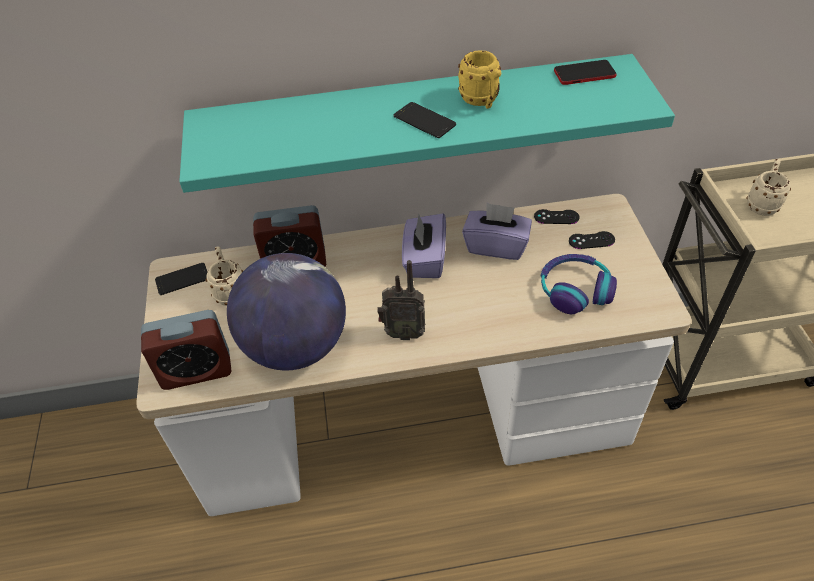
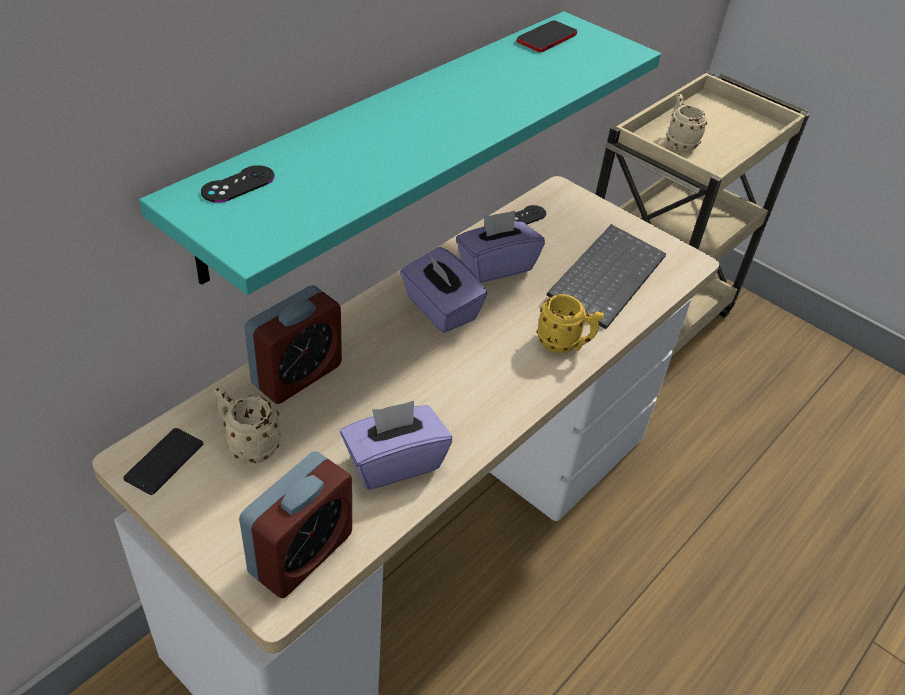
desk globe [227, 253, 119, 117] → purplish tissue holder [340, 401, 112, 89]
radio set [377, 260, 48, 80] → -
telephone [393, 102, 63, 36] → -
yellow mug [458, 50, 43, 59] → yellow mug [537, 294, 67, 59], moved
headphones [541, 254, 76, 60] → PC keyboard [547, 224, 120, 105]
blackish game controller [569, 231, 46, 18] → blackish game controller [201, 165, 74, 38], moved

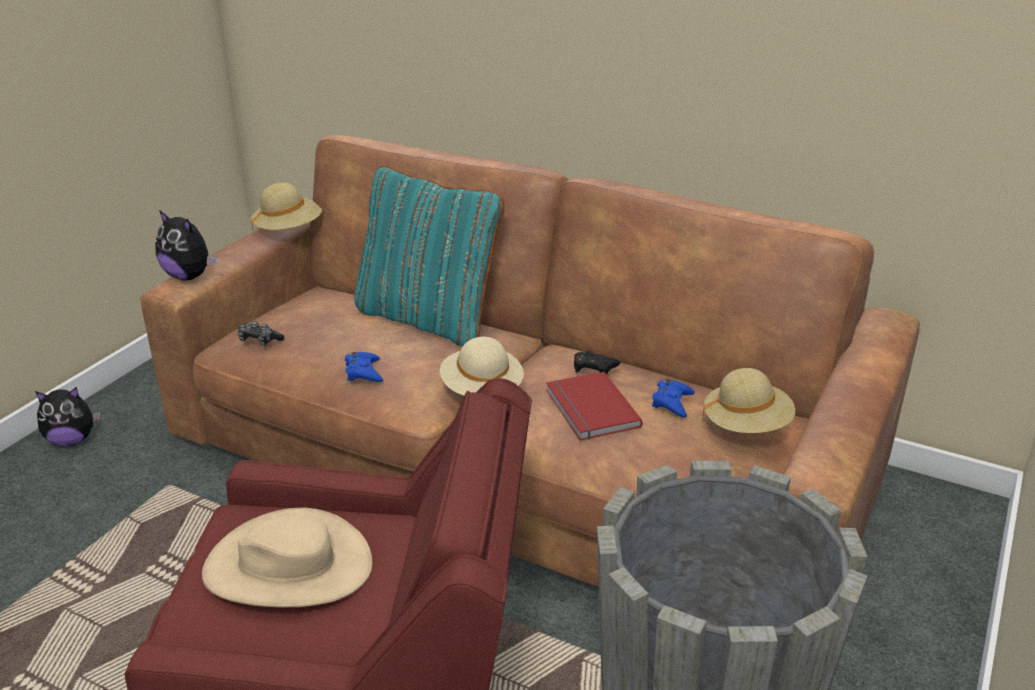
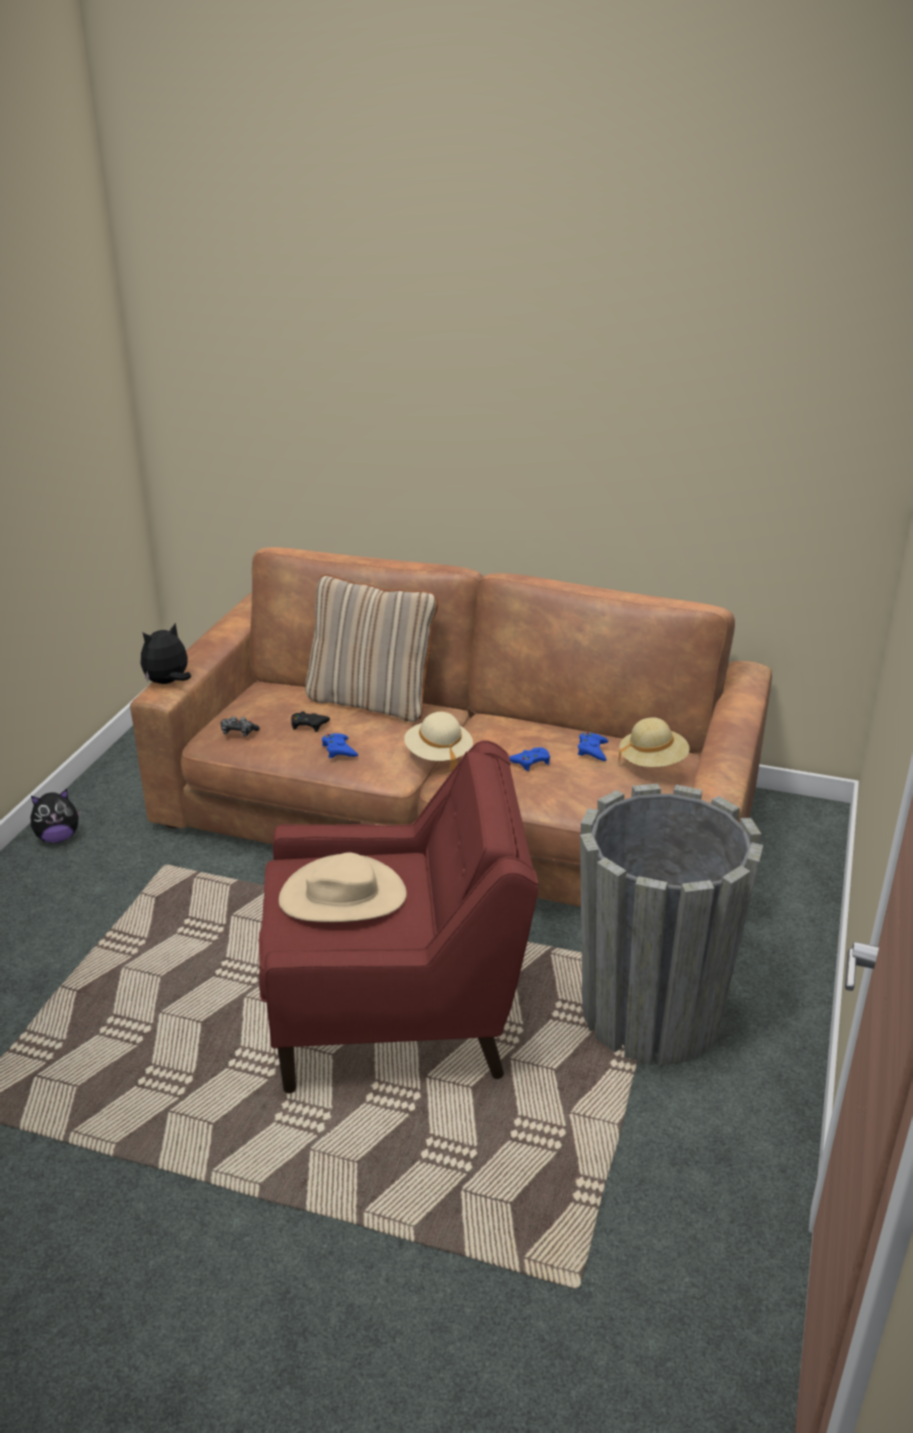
cuddly toy [155, 210, 63, 71] → cuddly toy [141, 623, 50, 61], 120 degrees clockwise
beige hat [251, 182, 71, 52] → -
turquoise-coloured throw pillow [354, 166, 151, 181] → beige throw pillow [306, 574, 132, 148]
red volume [546, 372, 97, 68] → blue game controller [509, 747, 41, 24]
blackish game controller [574, 351, 47, 23] → blackish game controller [291, 711, 39, 21], moved

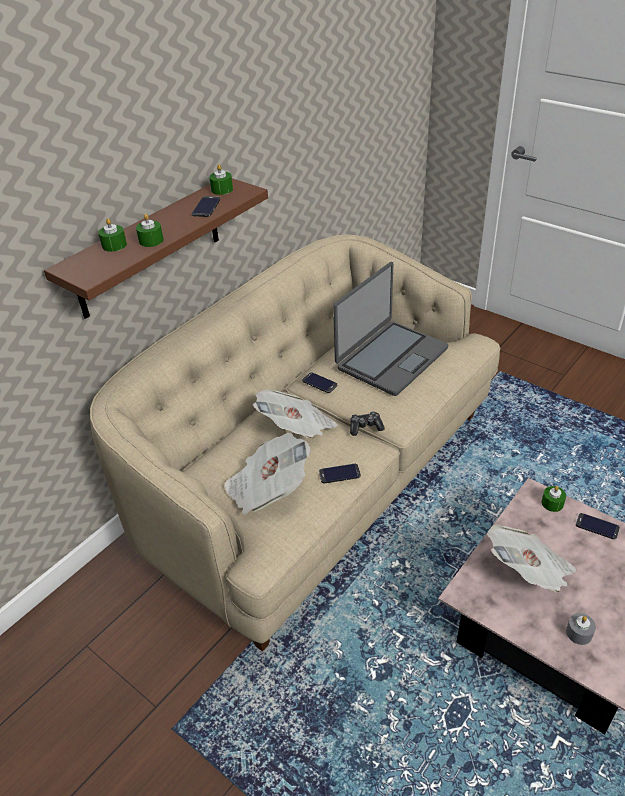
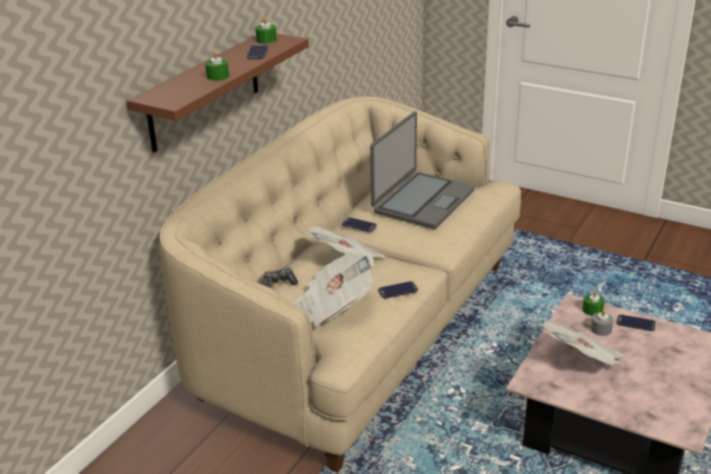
green-coloured wax candle [98, 218, 29, 34] → -
game controller [350, 411, 35, 25] → game controller [263, 268, 35, 20], moved
grey wax candle [566, 613, 30, 32] → grey wax candle [591, 309, 22, 27], moved

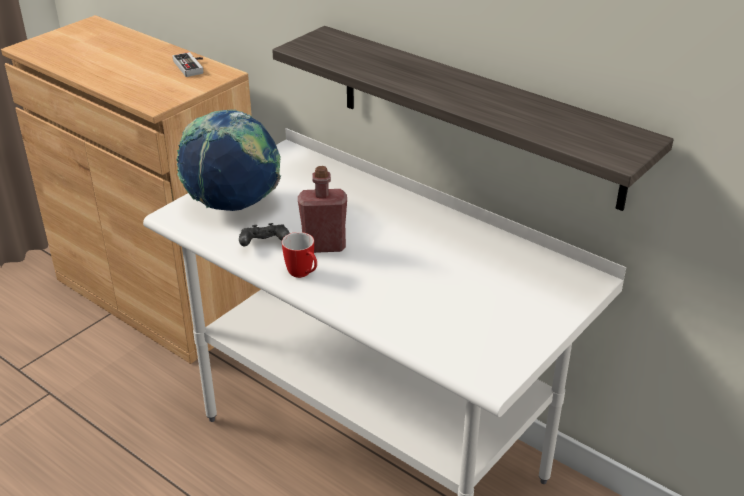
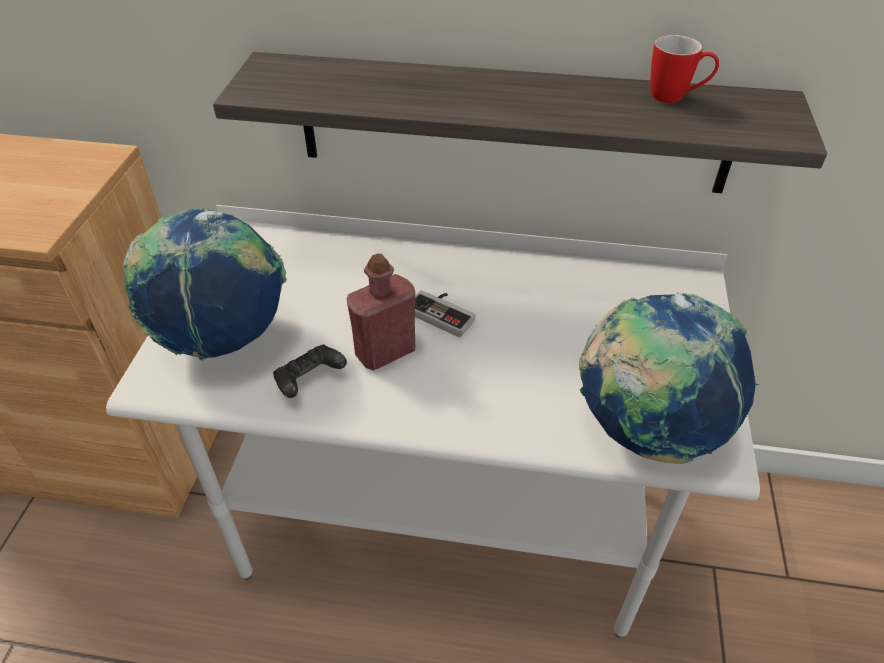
game controller [172, 52, 31, 25] → game controller [415, 290, 60, 47], moved
mug [282, 232, 35, 46] → mug [650, 35, 69, 68], moved
- → desk globe [579, 292, 181, 172]

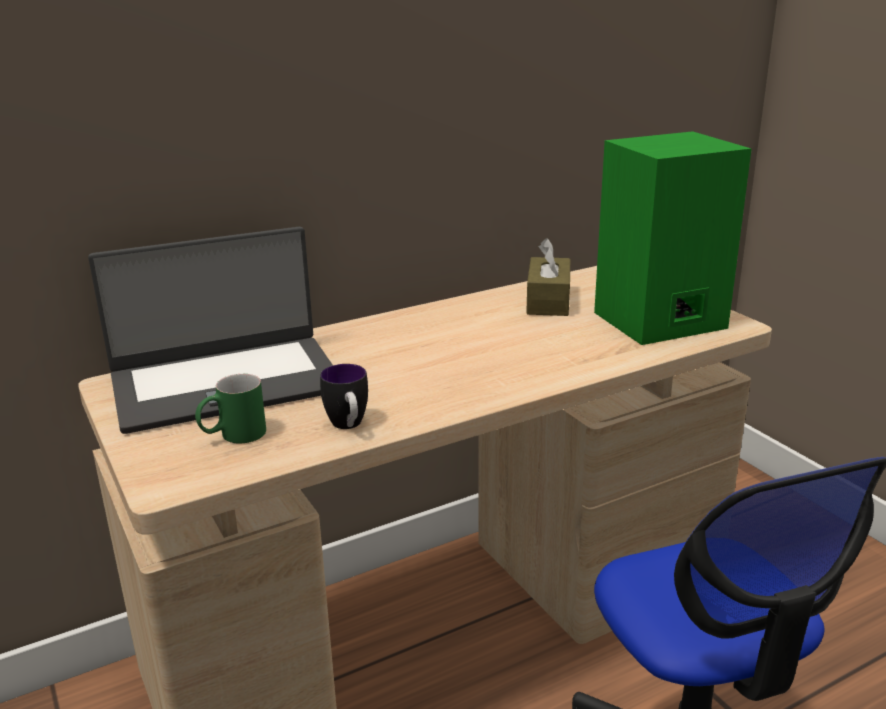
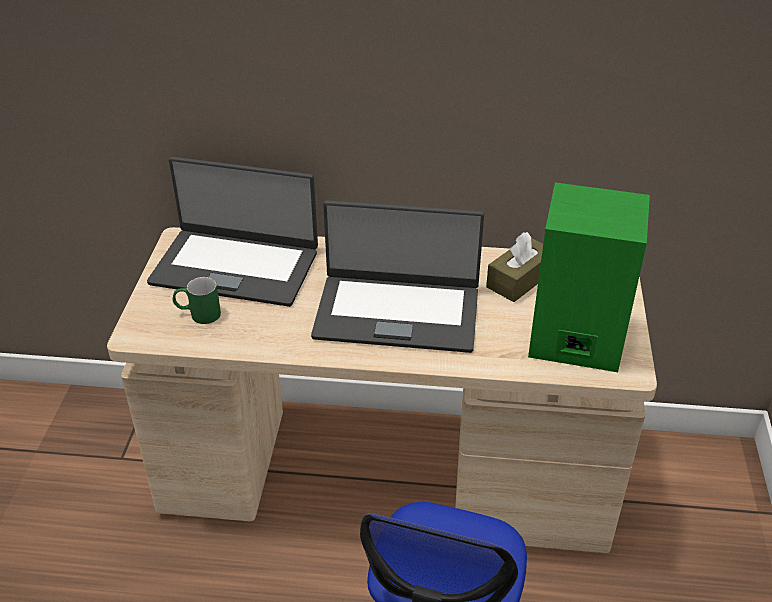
mug [320, 364, 48, 65] → -
- → notebook computer [311, 200, 173, 153]

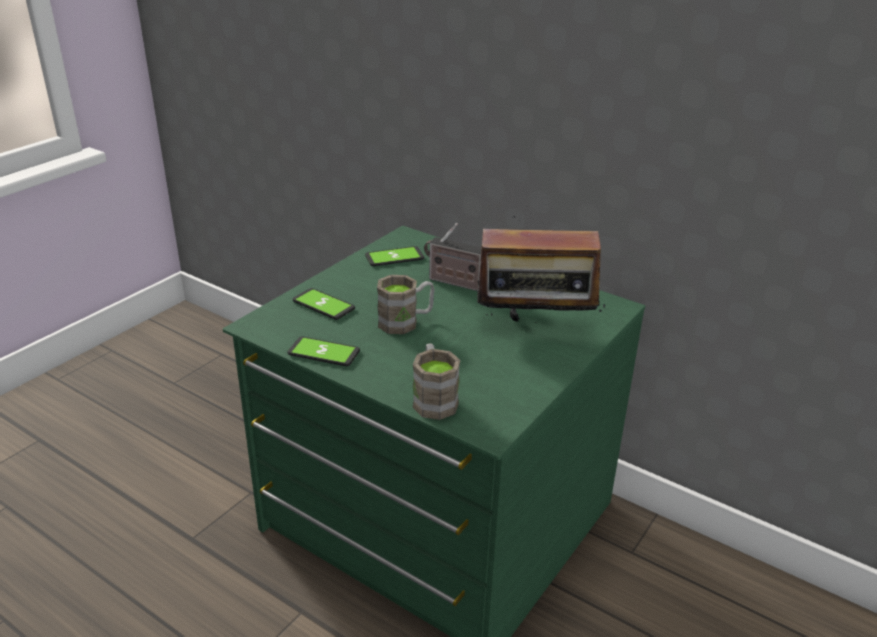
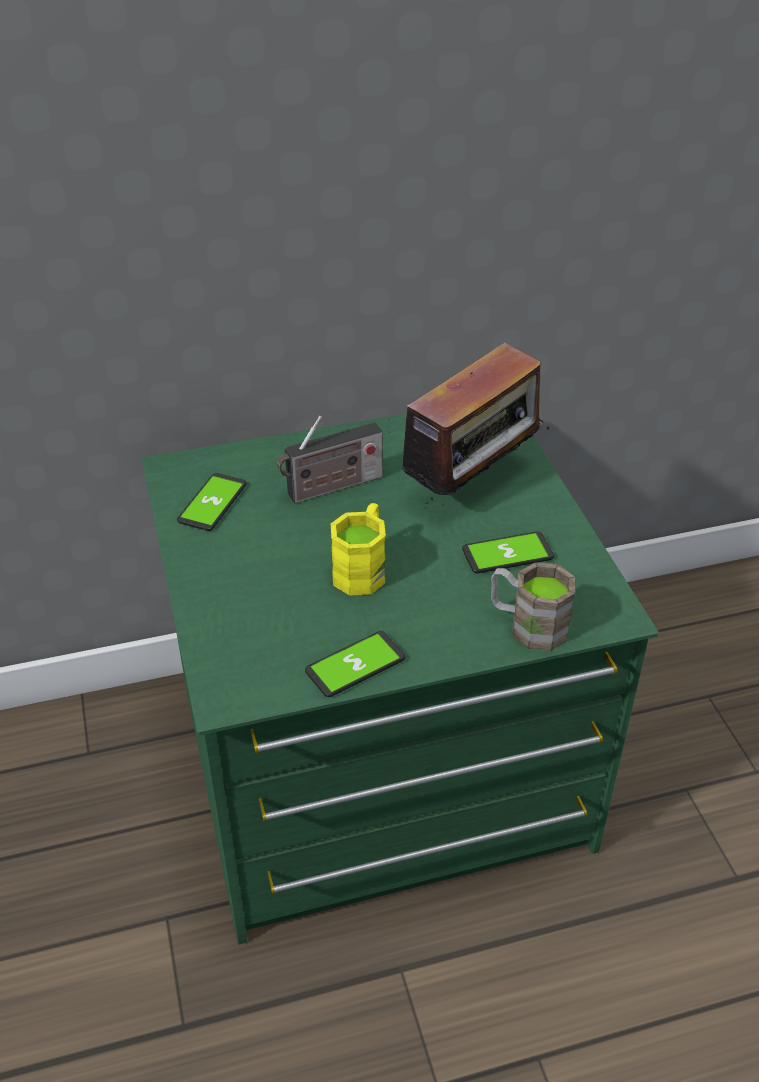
telephone [292, 288, 63, 32] → telephone [462, 532, 92, 41], moved
brown-coloured mug [377, 275, 58, 59] → yellow mug [331, 503, 55, 93]

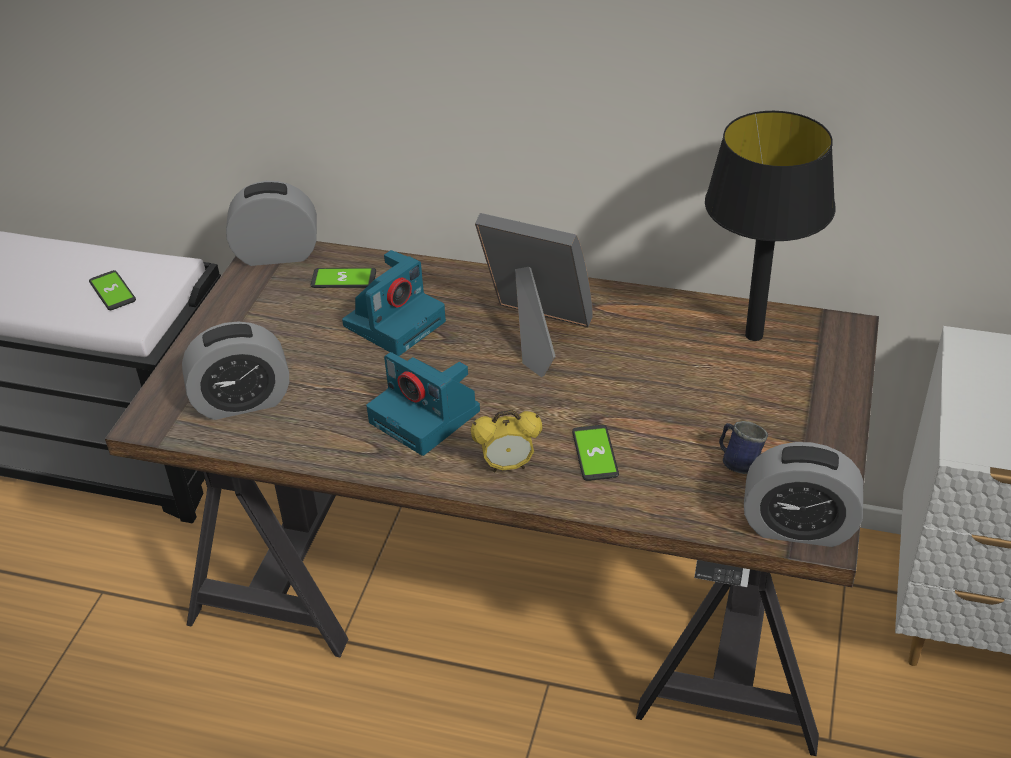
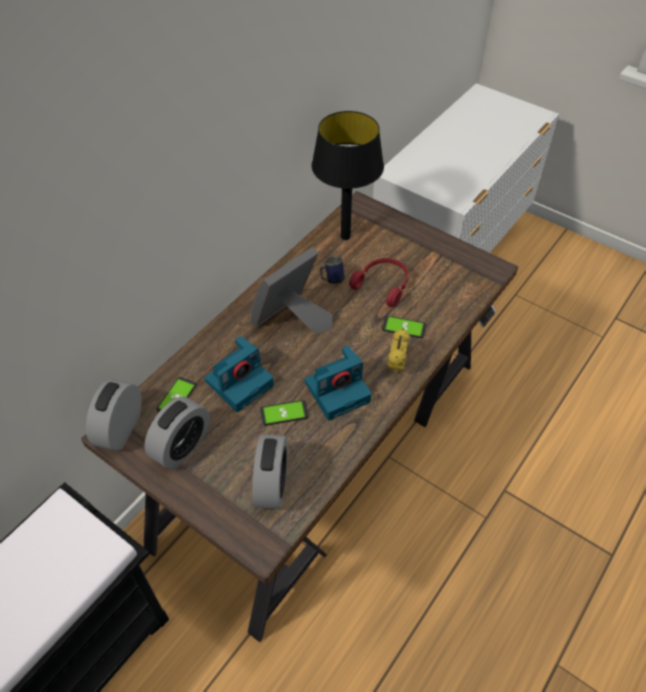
telephone [89, 270, 47, 40] → telephone [260, 400, 48, 26], moved
photo camera [342, 250, 104, 106] → photo camera [204, 336, 70, 76], 75 degrees clockwise
blue mug [719, 421, 49, 53] → blue mug [320, 256, 25, 28], moved
alarm clock [744, 442, 119, 105] → alarm clock [144, 397, 66, 72], moved
- → red headphones [349, 258, 59, 49]

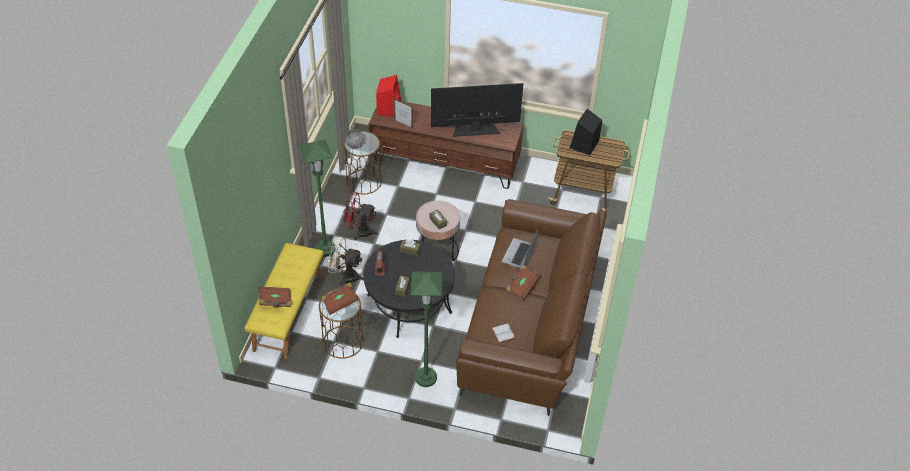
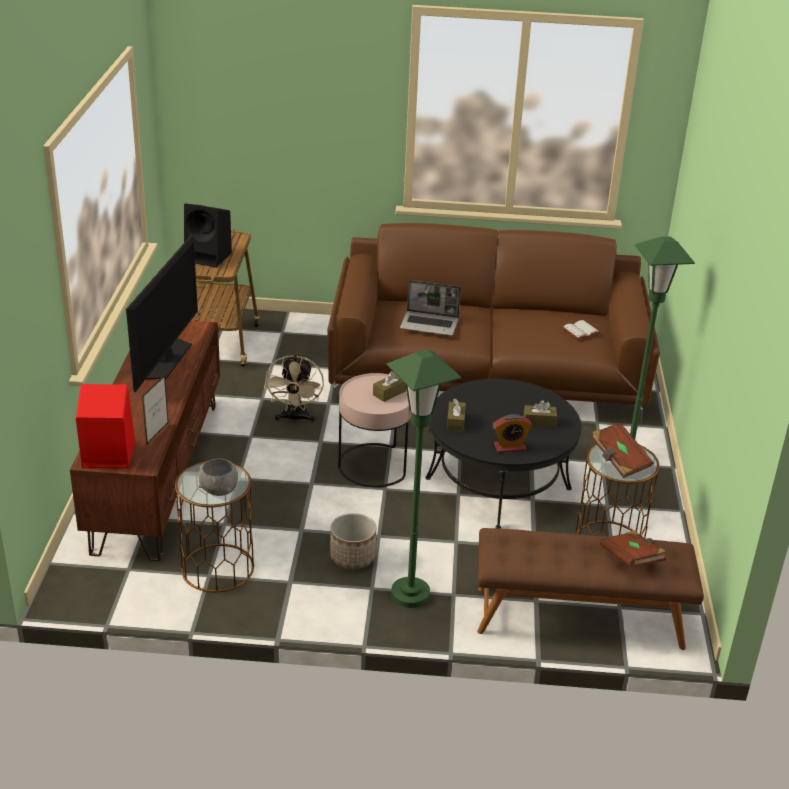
yellow long seat [244, 243, 80, 116] → brown-coloured long seat [477, 528, 227, 122]
beige fan [327, 237, 37, 49] → beige fan [264, 353, 60, 70], moved
red fan [343, 193, 35, 47] → plant pot [330, 513, 46, 56]
TV [431, 83, 92, 54] → TV [126, 234, 72, 158], 150 degrees counterclockwise
brown-coloured volume [506, 265, 35, 35] → -

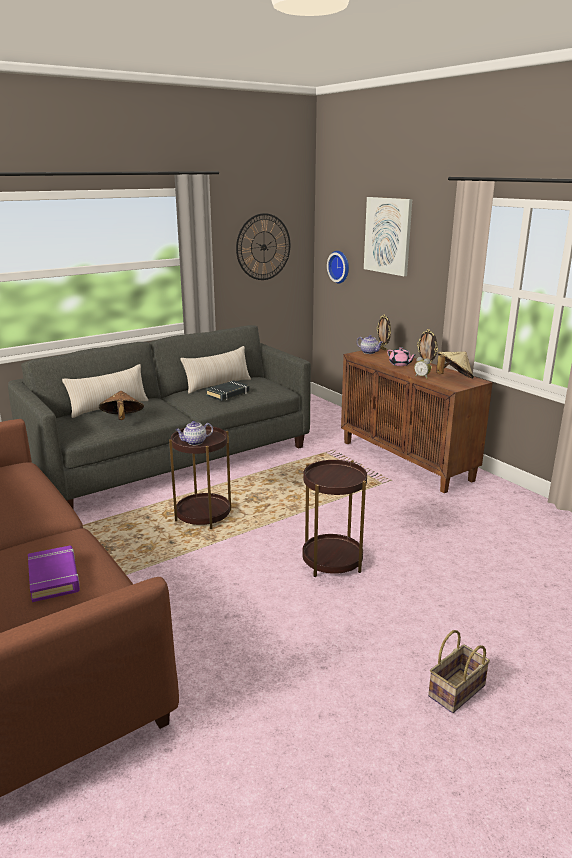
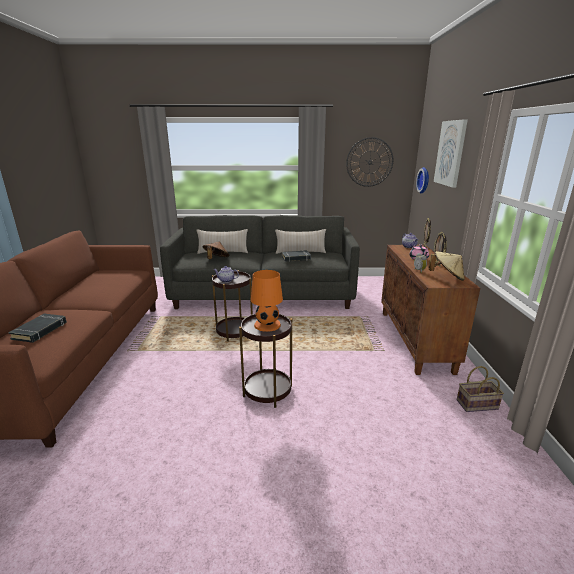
purplish volume [28, 545, 52, 57] → blackish volume [8, 314, 59, 29]
household basket [428, 630, 62, 83] → household basket [457, 366, 47, 46], moved
- → orange-coloured lamp for a table [251, 270, 32, 62]

